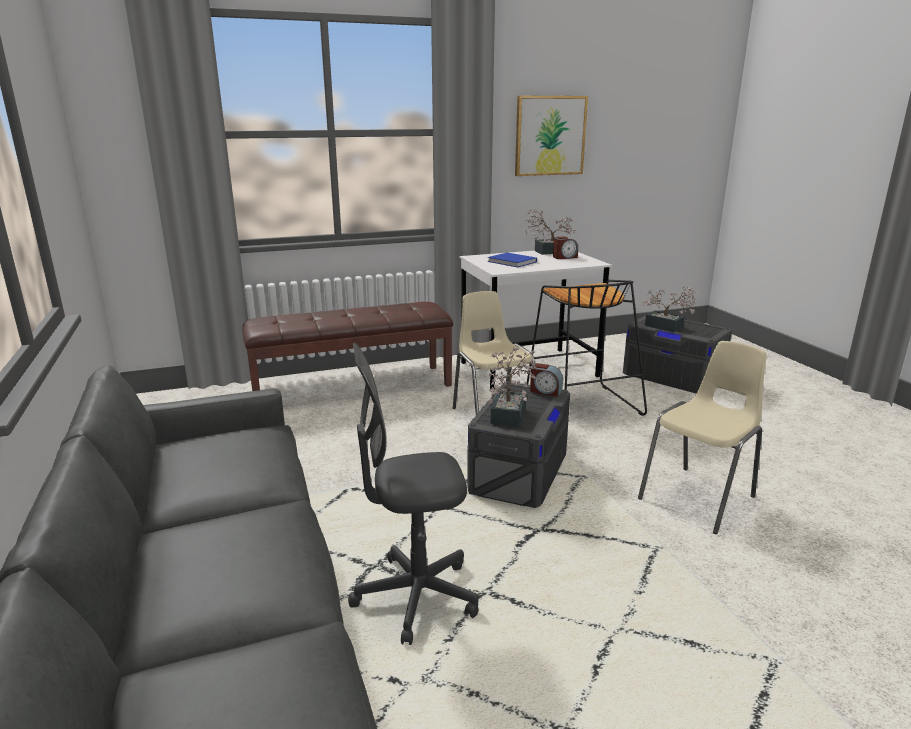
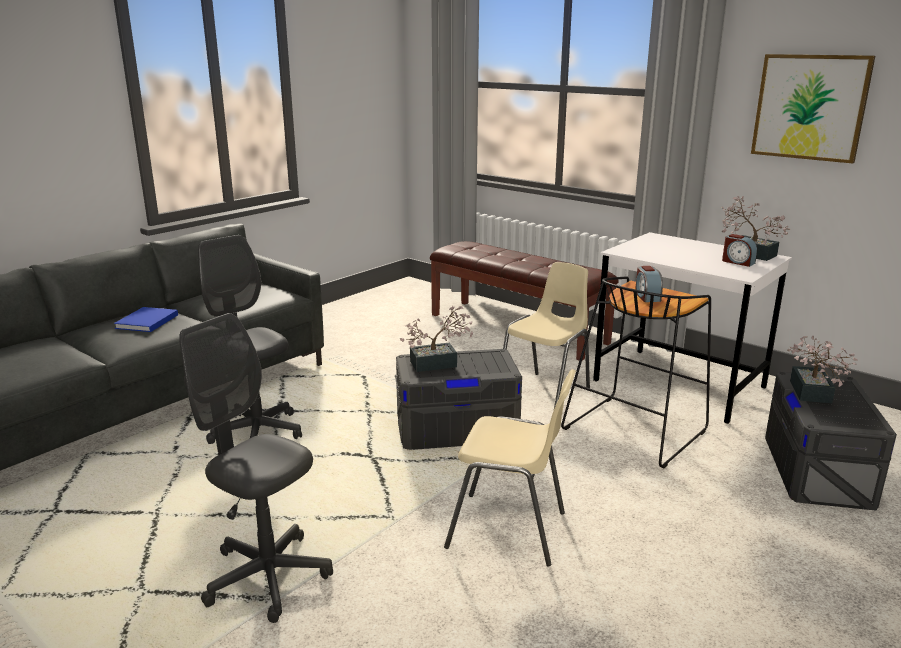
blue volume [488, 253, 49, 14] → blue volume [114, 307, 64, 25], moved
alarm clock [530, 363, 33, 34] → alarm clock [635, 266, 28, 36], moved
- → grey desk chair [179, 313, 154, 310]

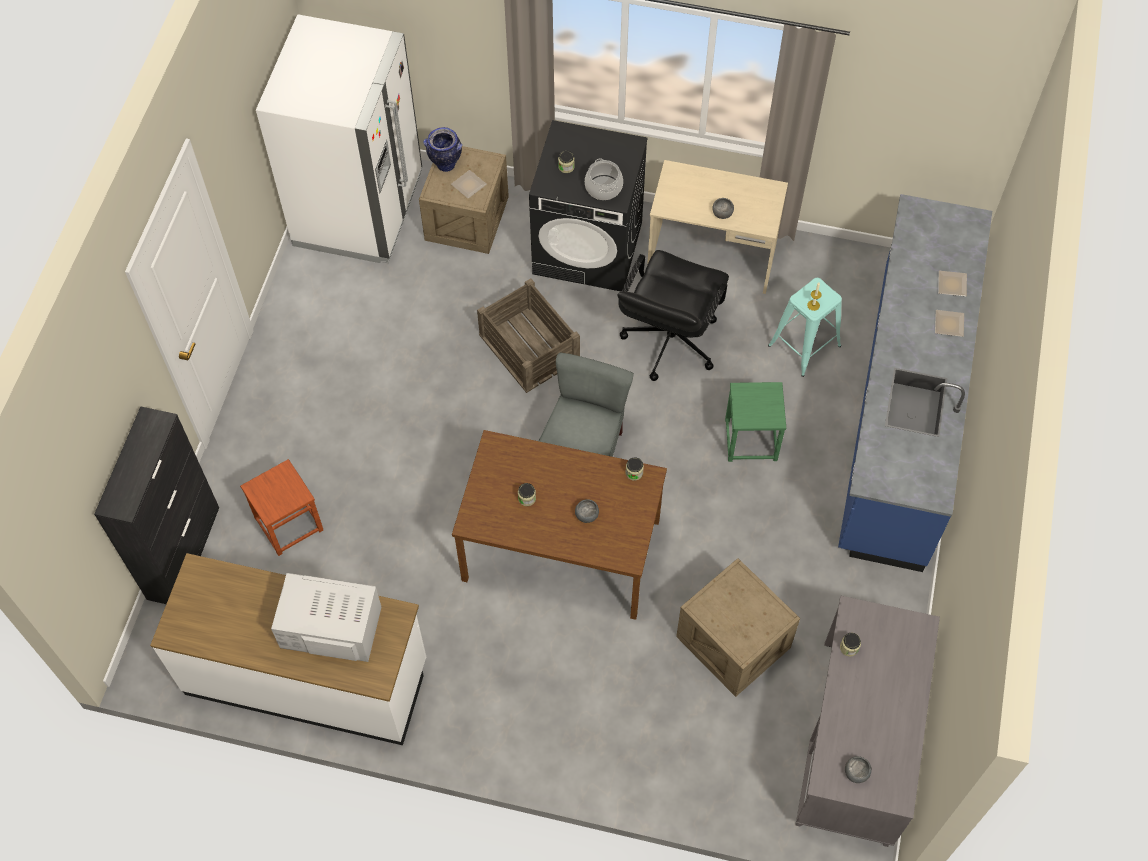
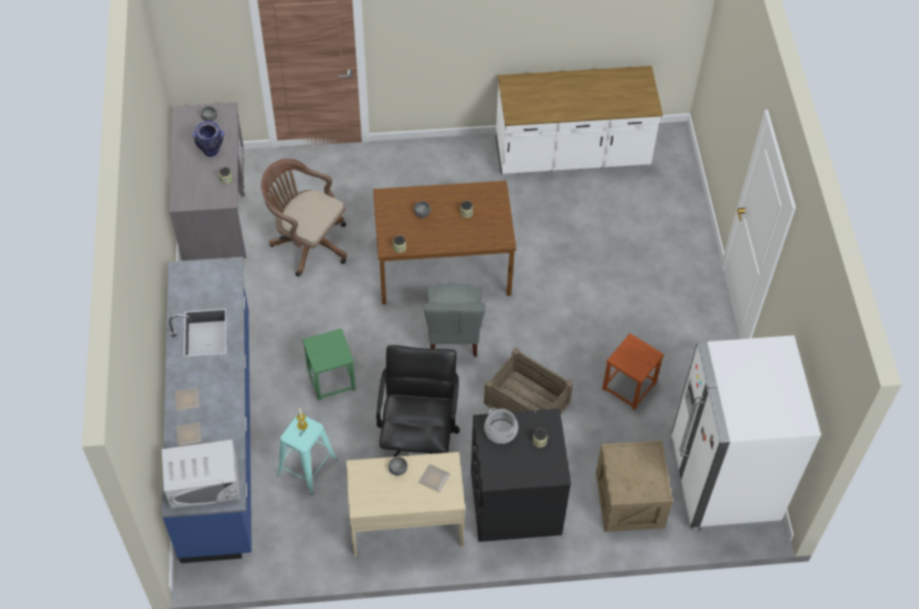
blackish storage cabinet [94, 406, 125, 198] → -
brown-coloured sitting stool [240, 459, 83, 97] → brown-coloured sitting stool [602, 333, 62, 77], moved
whitish microwave oven [271, 573, 110, 89] → whitish microwave oven [162, 440, 79, 69], moved
decorative vase [423, 127, 39, 45] → decorative vase [192, 121, 32, 36], moved
dinner plate [451, 170, 36, 29] → dinner plate [418, 464, 32, 28], moved
crate [676, 558, 124, 139] → brown-coloured desk chair [261, 159, 86, 118]

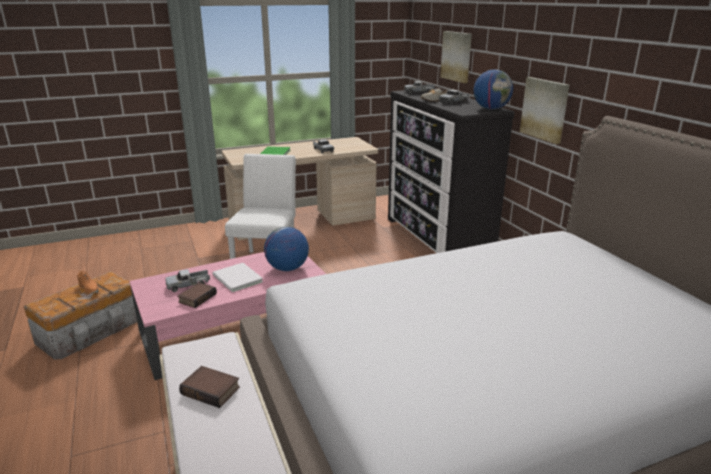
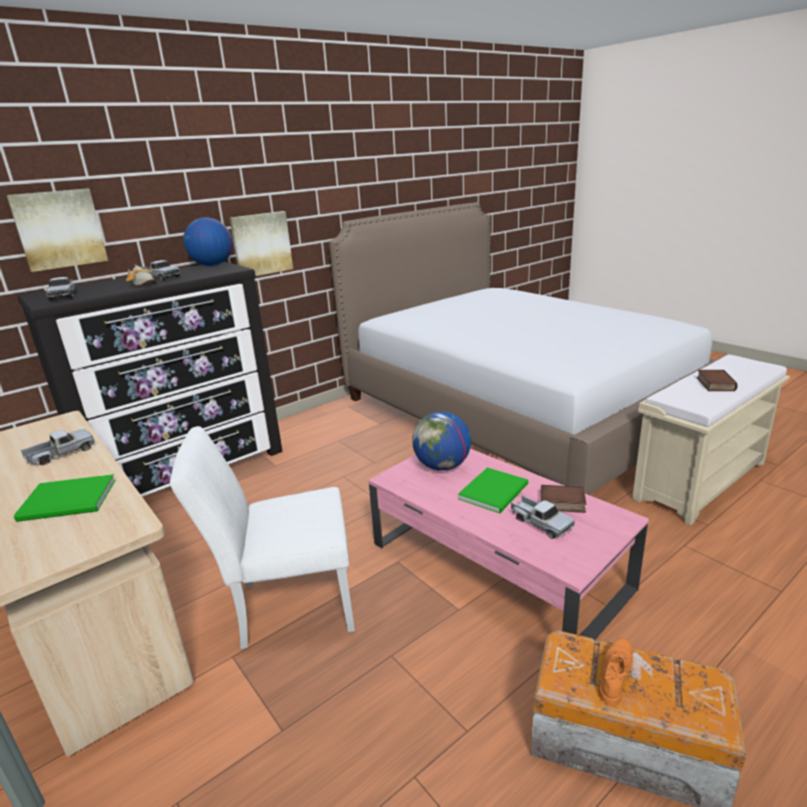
whitish volume [212, 263, 51, 29] → green-coloured volume [458, 467, 70, 46]

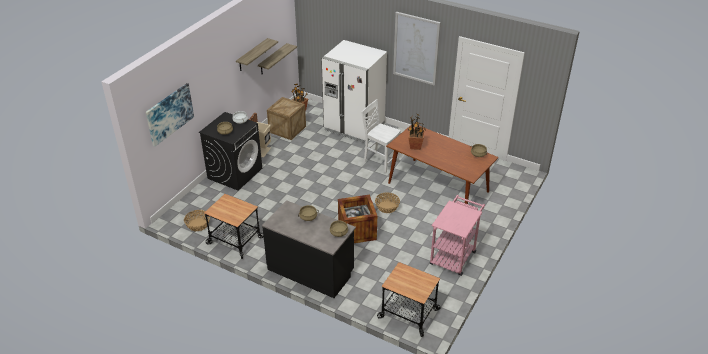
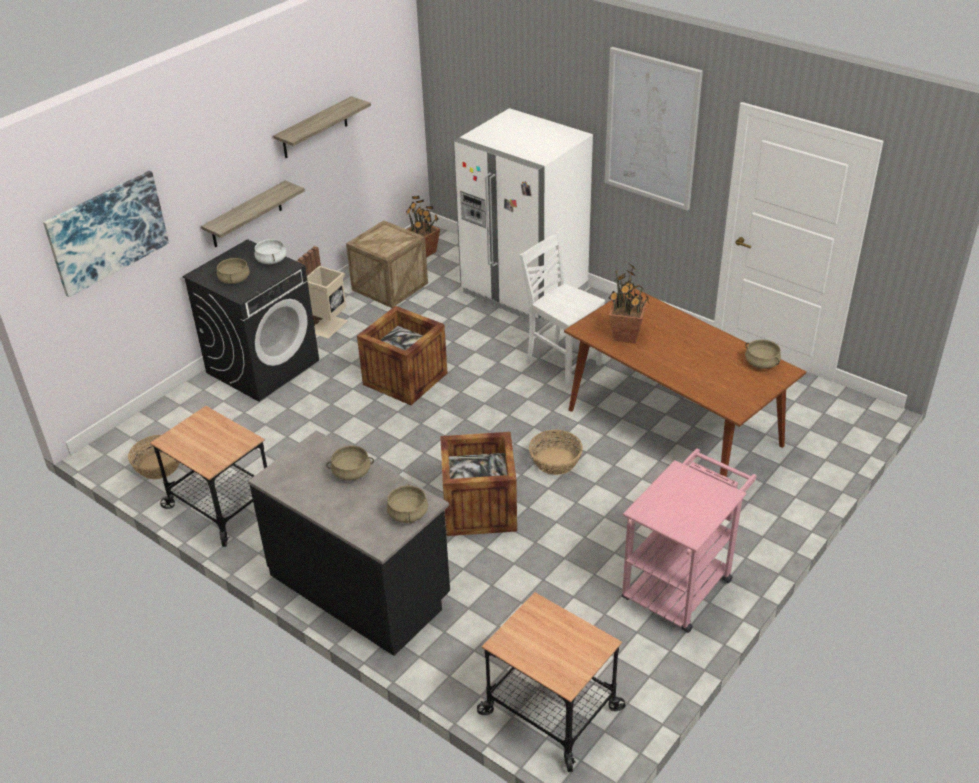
bracket shelf [258, 43, 39, 31] → bracket shelf [201, 181, 104, 67], moved
- → crate [357, 306, 90, 99]

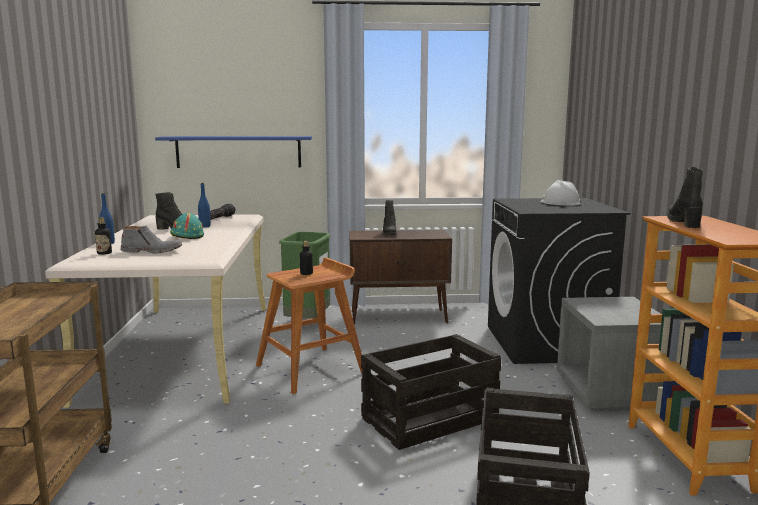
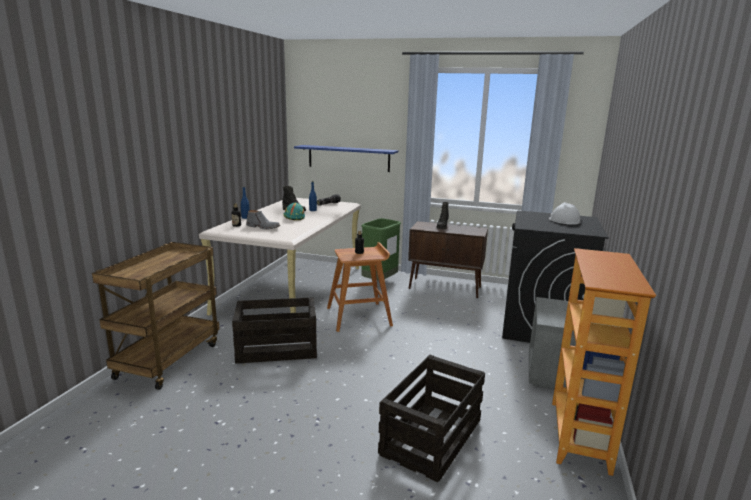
crate [361, 334, 140, 116] → crate [232, 297, 85, 67], moved
blackish boot [667, 167, 36, 61] → -

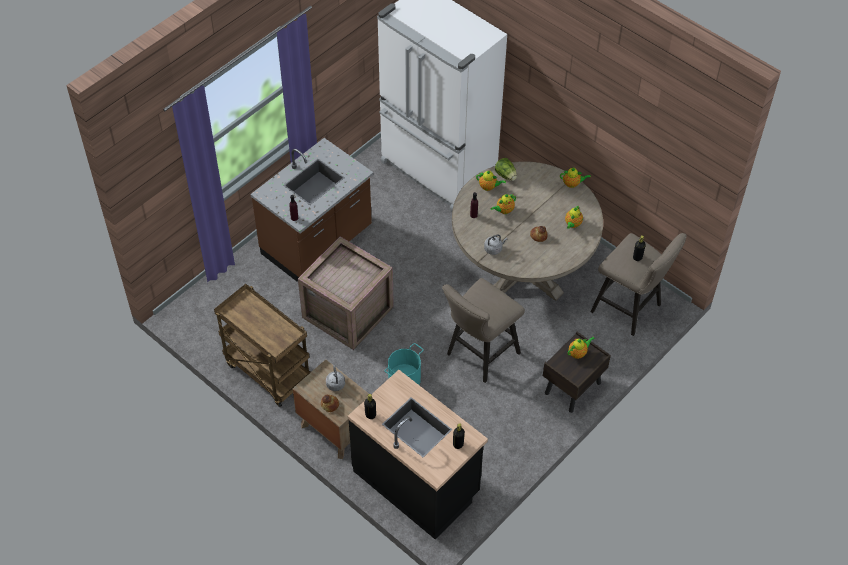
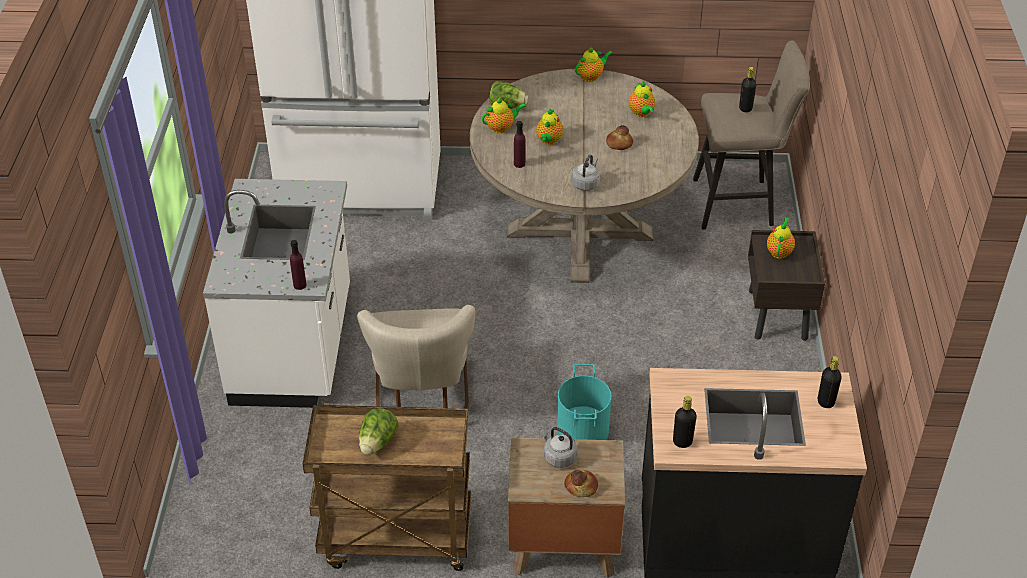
brown-coloured counter [250, 138, 123, 143] → whitish counter [203, 179, 147, 229]
crate [298, 236, 96, 114] → beige upright chair [357, 305, 119, 104]
beige sitting stool [442, 278, 83, 105] → -
- → lettuce [359, 408, 40, 47]

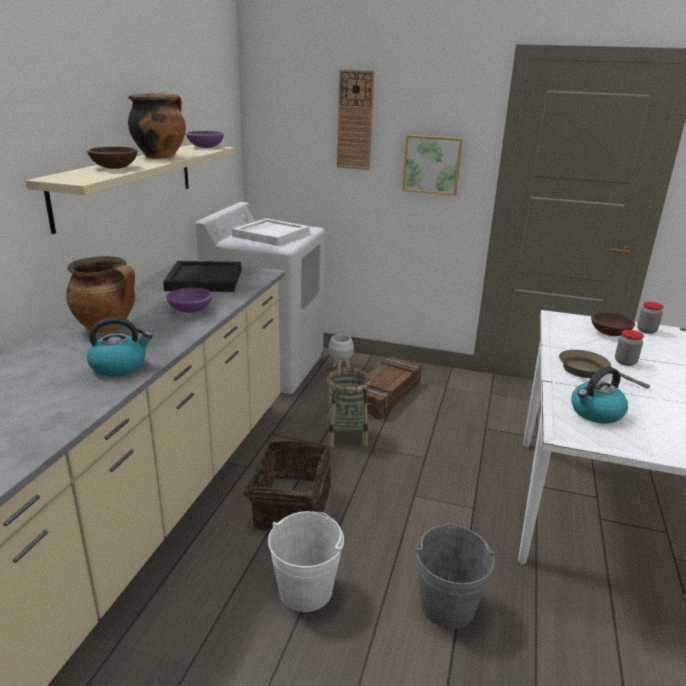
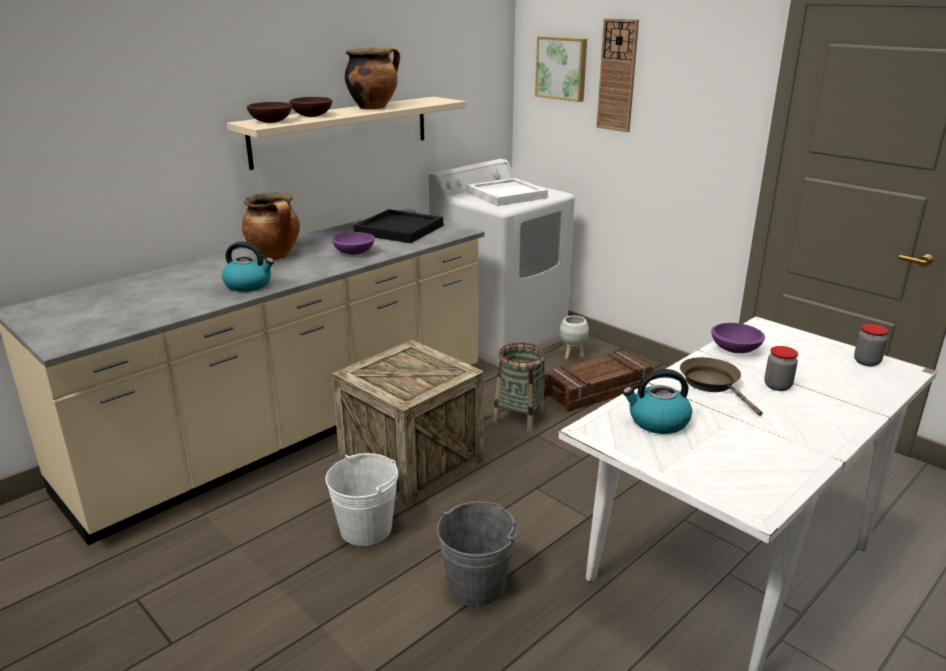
purplish serving bowl [186, 131, 38, 17] → purplish serving bowl [711, 323, 54, 30], moved
household basket [230, 441, 101, 91] → crate [332, 340, 152, 167]
wall art [402, 135, 61, 61] → wall art [535, 36, 52, 66], moved
brown-coloured serving bowl [591, 313, 44, 23] → brown-coloured serving bowl [247, 102, 45, 21], moved

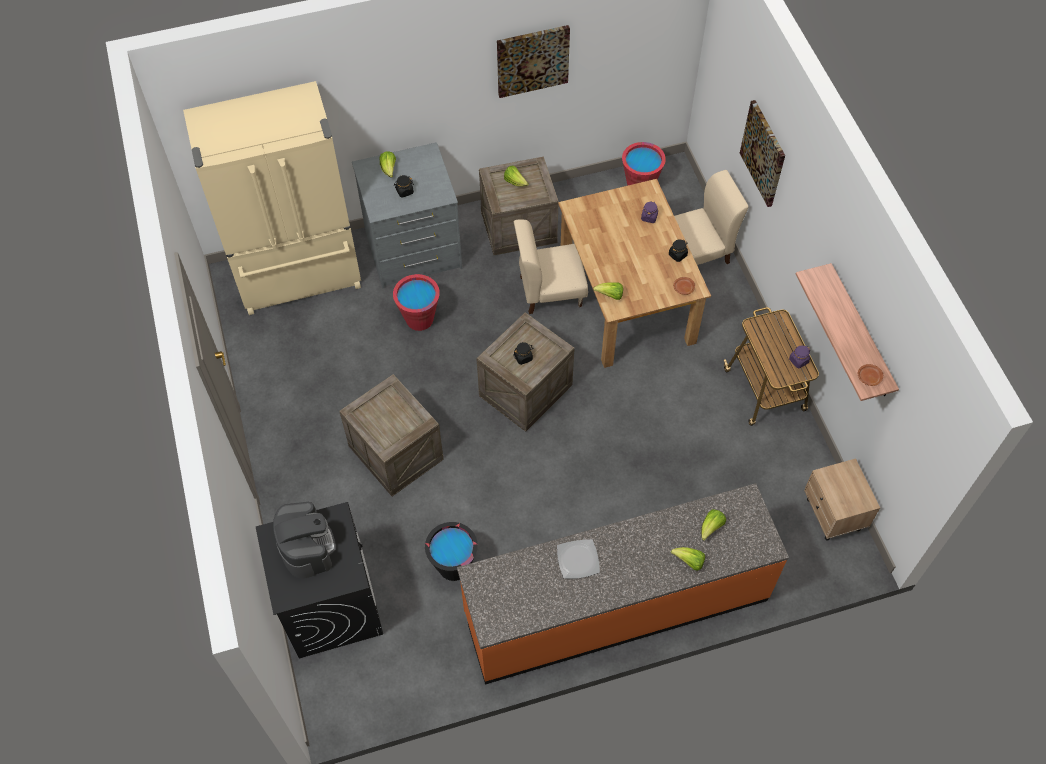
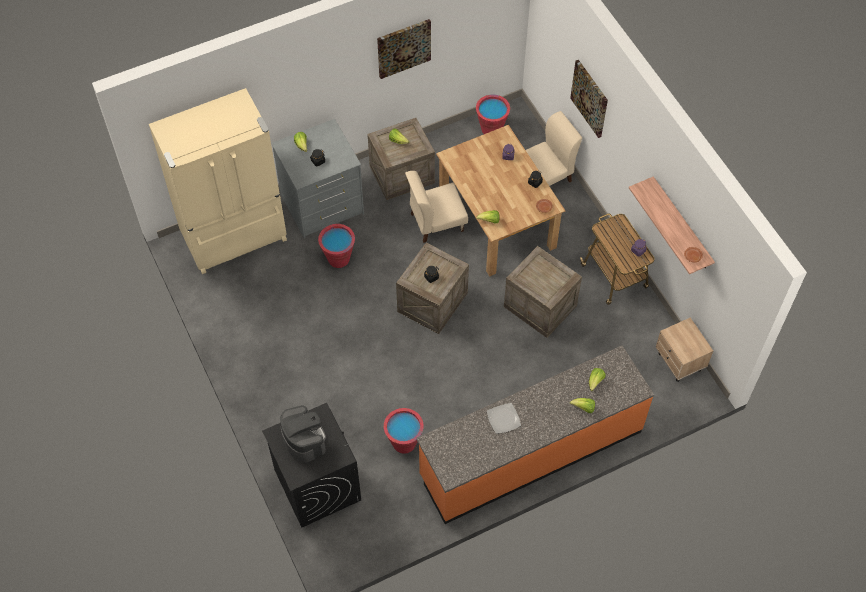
crate [339, 374, 105, 122] → crate [504, 246, 78, 92], moved
blackish water bucket [425, 522, 53, 59] → red water bucket [384, 408, 40, 46]

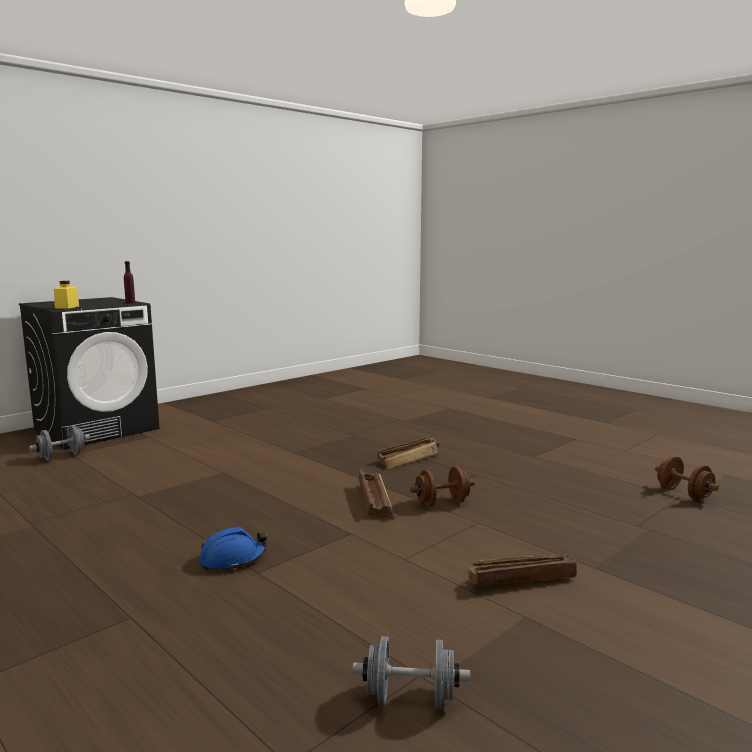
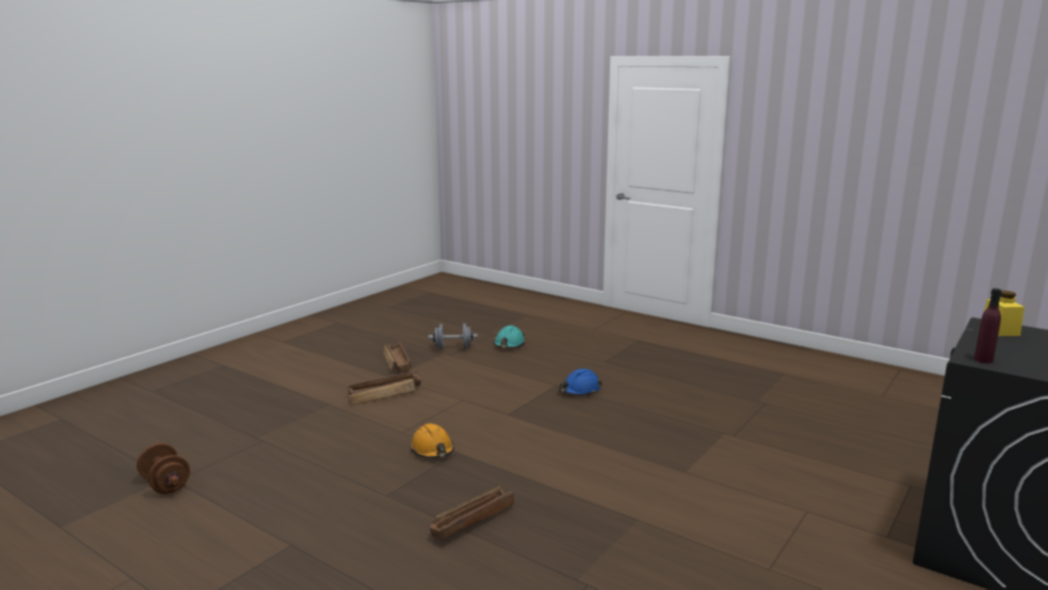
grey dumbbell [29, 425, 61, 36] → -
crate [359, 470, 36, 48] → crate [382, 341, 30, 31], moved
brown-coloured dumbbell [410, 466, 65, 41] → orange-coloured safety helmet [411, 424, 43, 34]
- → turquoise-coloured safety helmet [494, 325, 31, 23]

